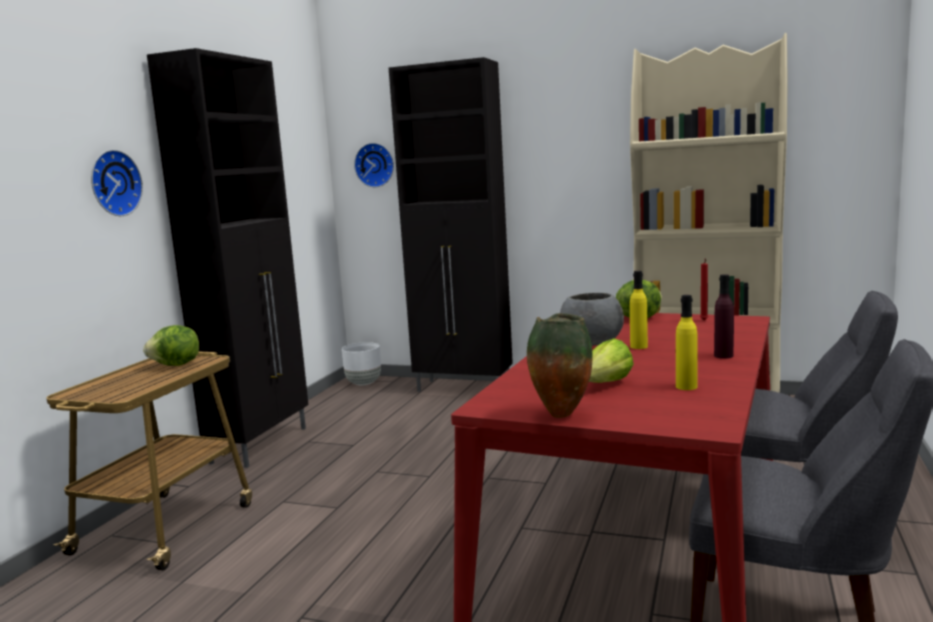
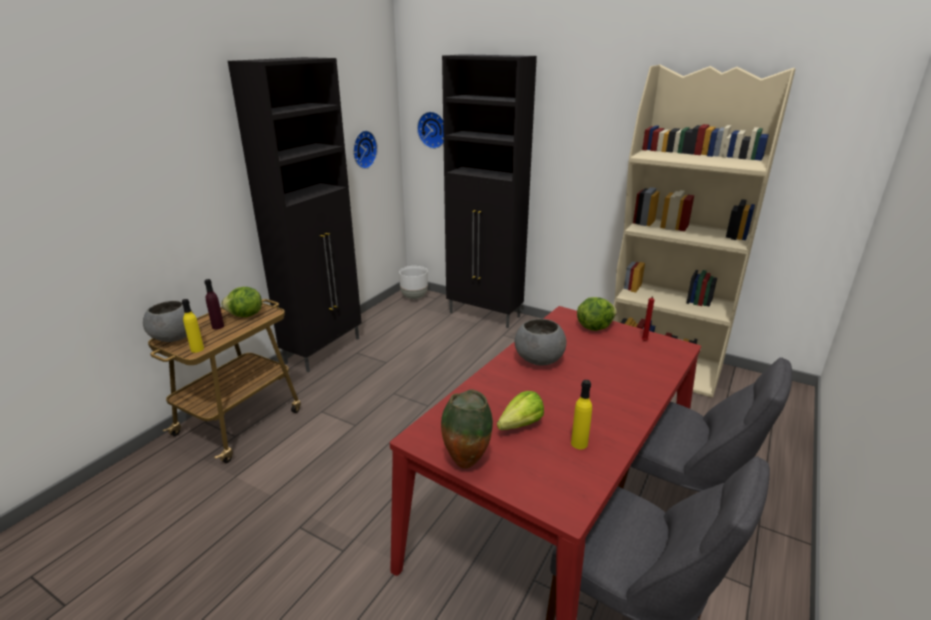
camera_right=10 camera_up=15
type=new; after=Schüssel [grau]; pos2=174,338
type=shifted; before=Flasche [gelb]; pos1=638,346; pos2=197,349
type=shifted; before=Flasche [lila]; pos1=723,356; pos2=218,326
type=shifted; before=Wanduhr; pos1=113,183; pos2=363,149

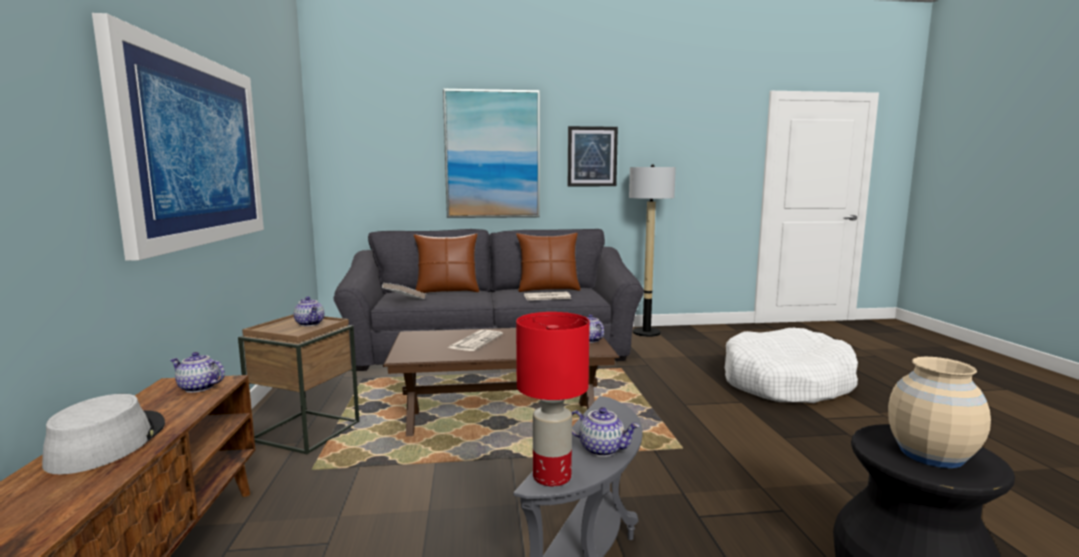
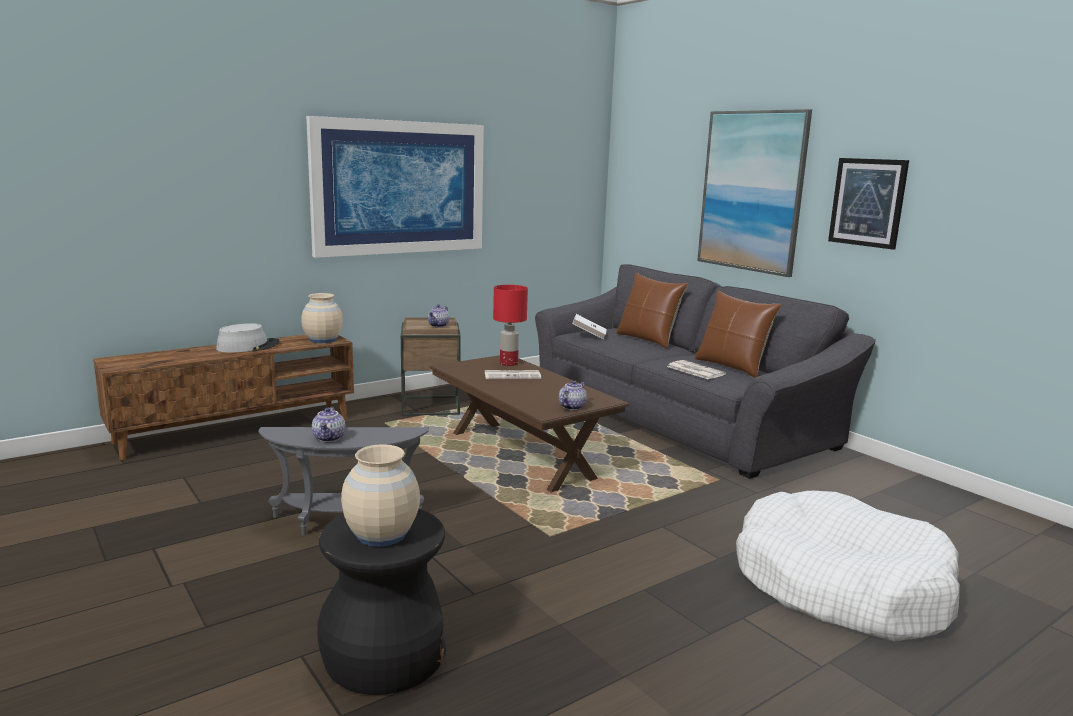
camera_right=60 camera_up=5
type=swapped; before=Teekanne; after=Vase [beige]; pos1=198,388; pos2=323,340
type=shifted; before=Tischlampe [rot]; pos1=550,477; pos2=508,363
type=gone; before=Stehlampe; pos1=646,332

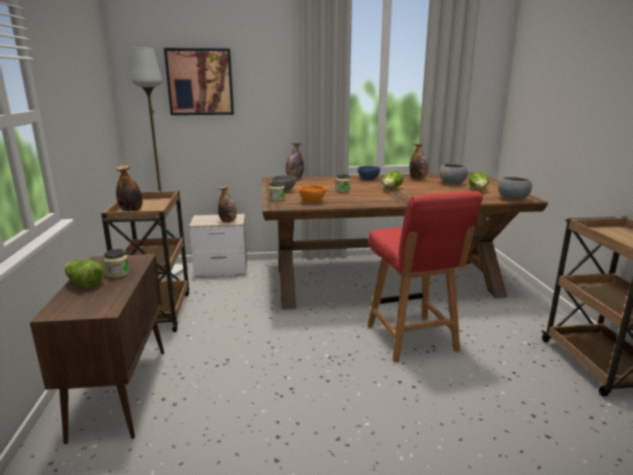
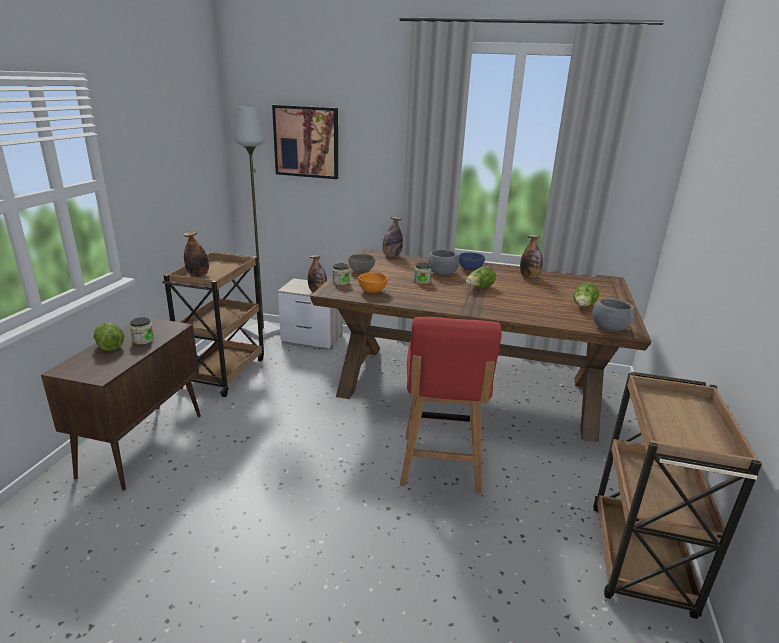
camera_right=20 camera_up=5
type=shifted; before=Schüssel [grau]; pos1=452,183; pos2=442,273

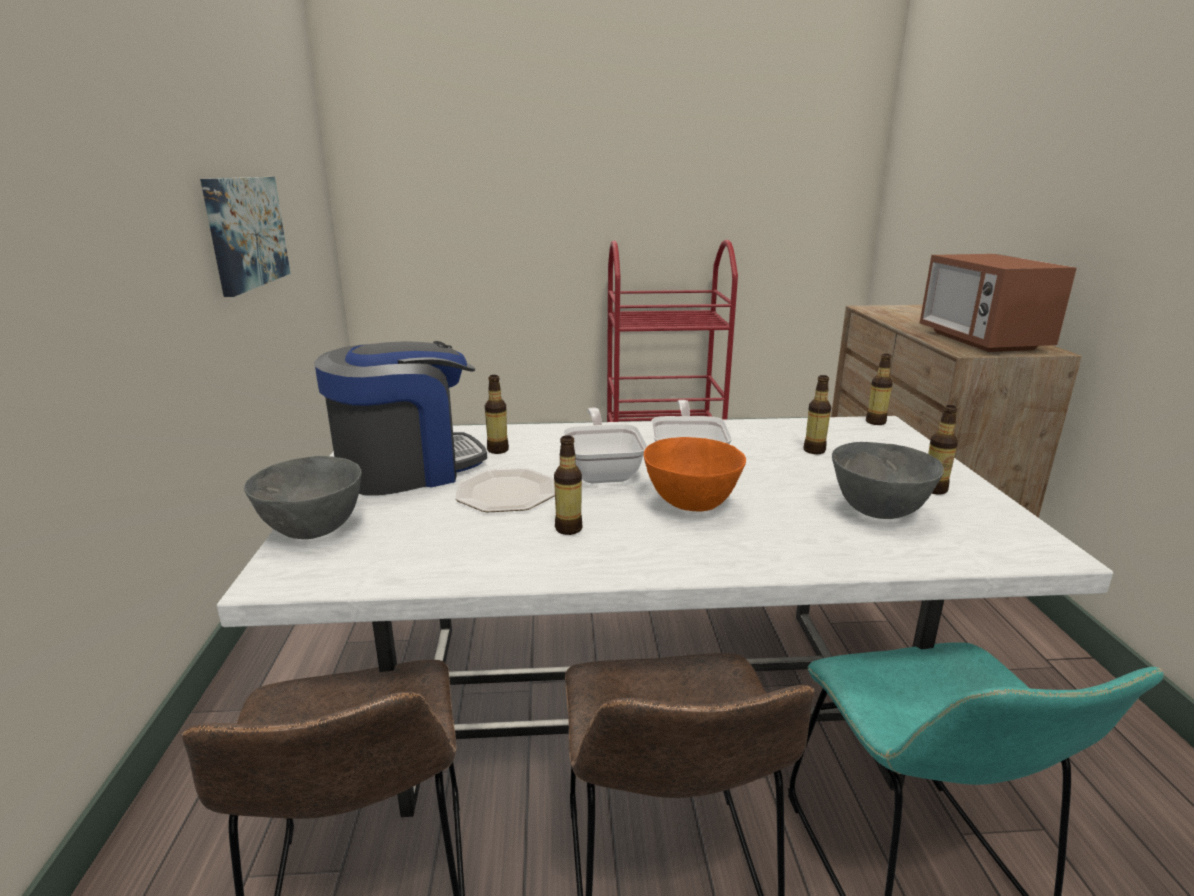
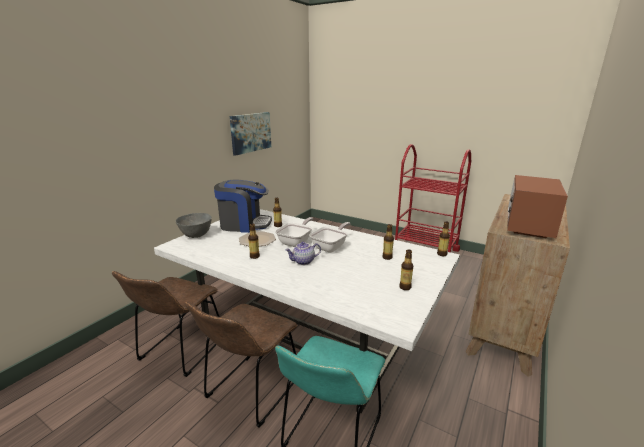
camera_right=35 camera_up=0
type=swapped; before=Schüssel [orange]; after=Teekanne; pos1=692,504; pos2=303,262
type=gone; before=Schüssel [grau]; pos1=878,512

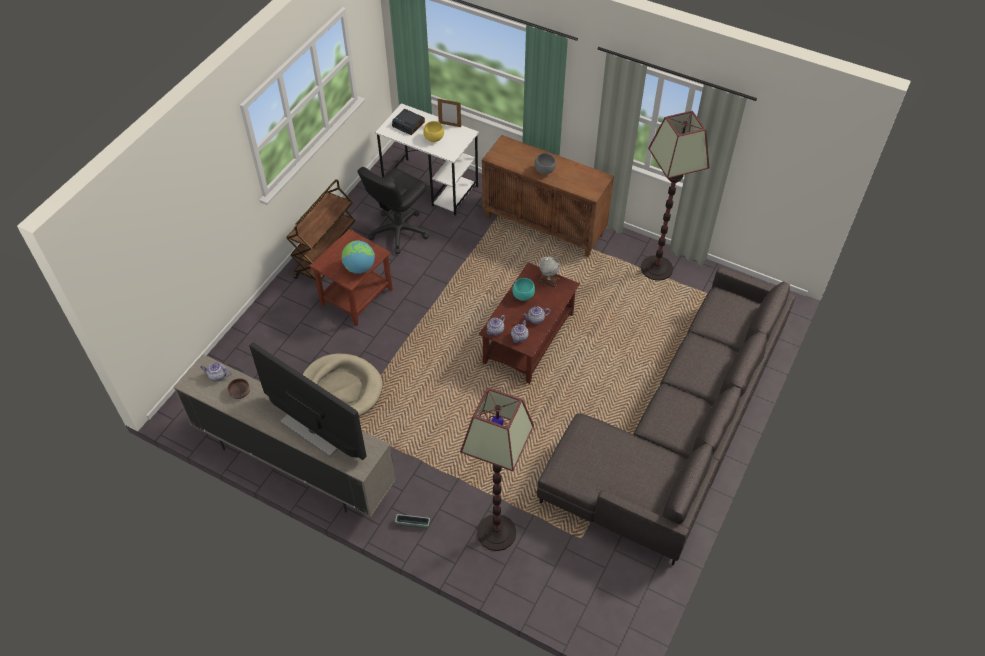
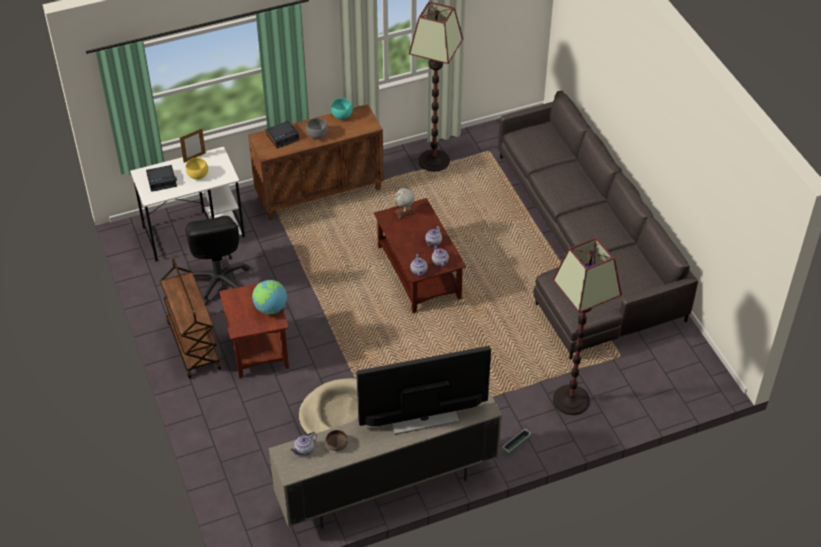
camera_right=-50 camera_up=-5
type=new; after=Wecker; pos2=282,137
type=shifted; before=Schüssel [türkis]; pos1=522,296; pos2=341,116

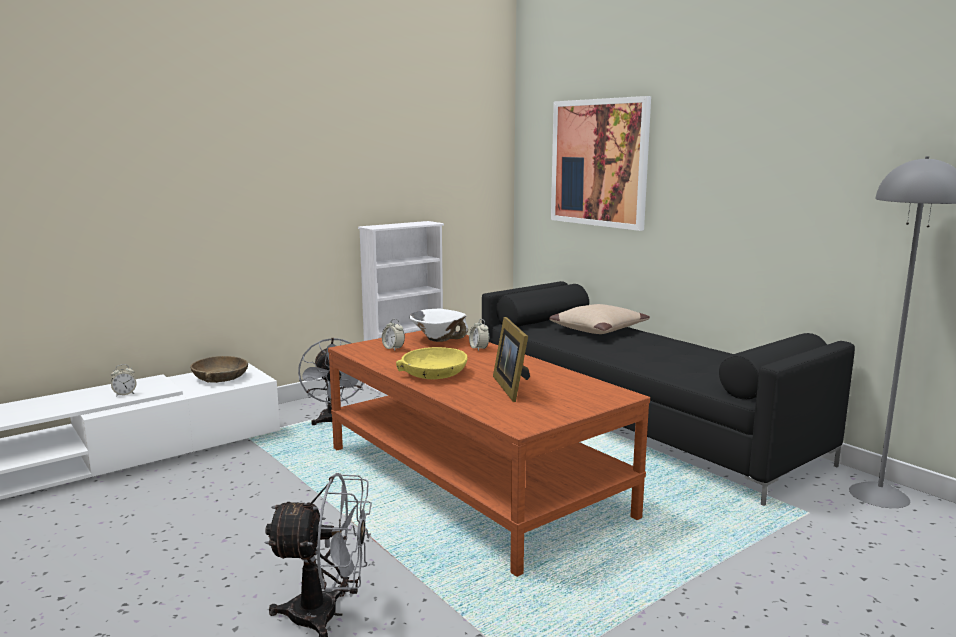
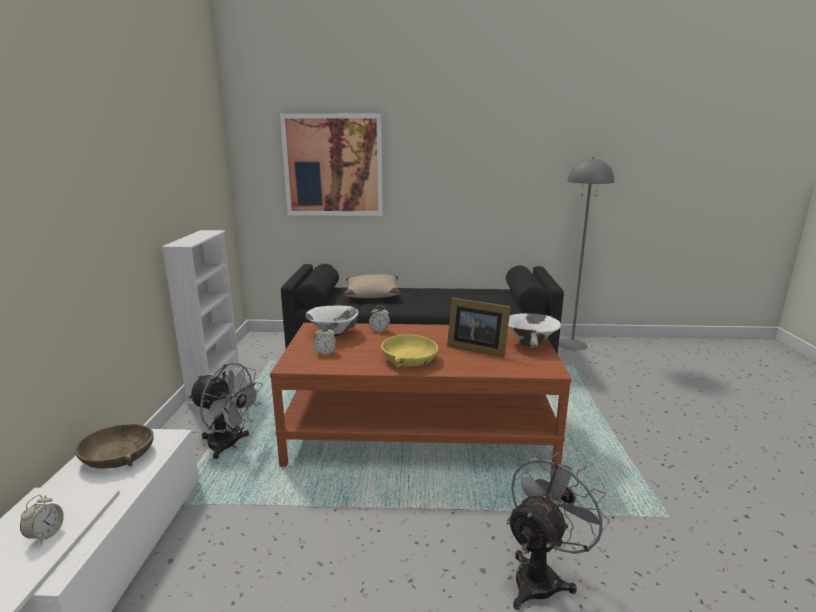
camera_right=-50 camera_up=5
type=new; after=Schüssel [weiß]; pos2=530,343

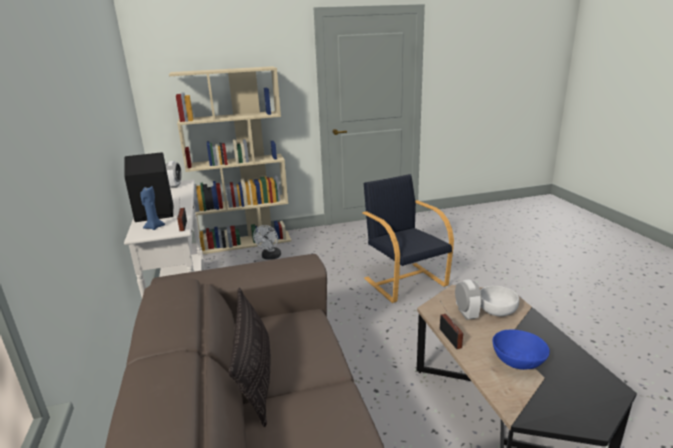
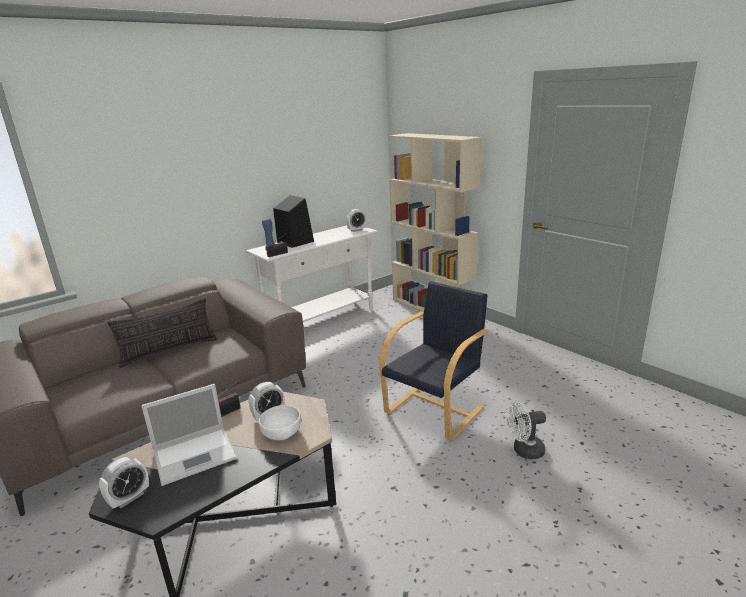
camera_right=65 camera_up=0
type=new; after=Wecker; pos2=129,498
type=swapped; before=Schüssel [blau]; after=Laptop; pos1=518,360; pos2=196,454
type=shifted; before=Ventilator [weiß]; pos1=270,257; pos2=524,451

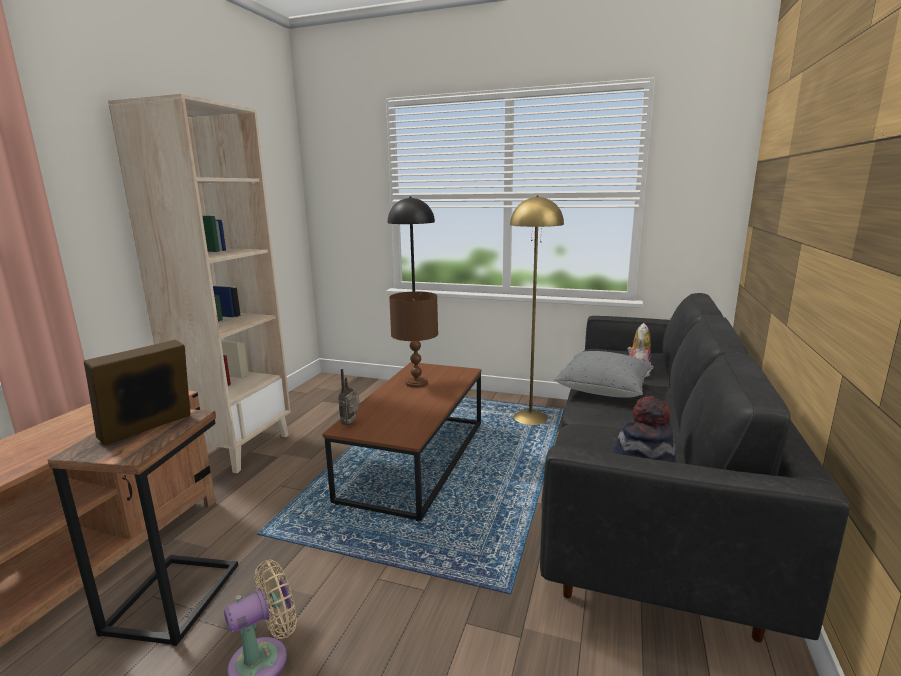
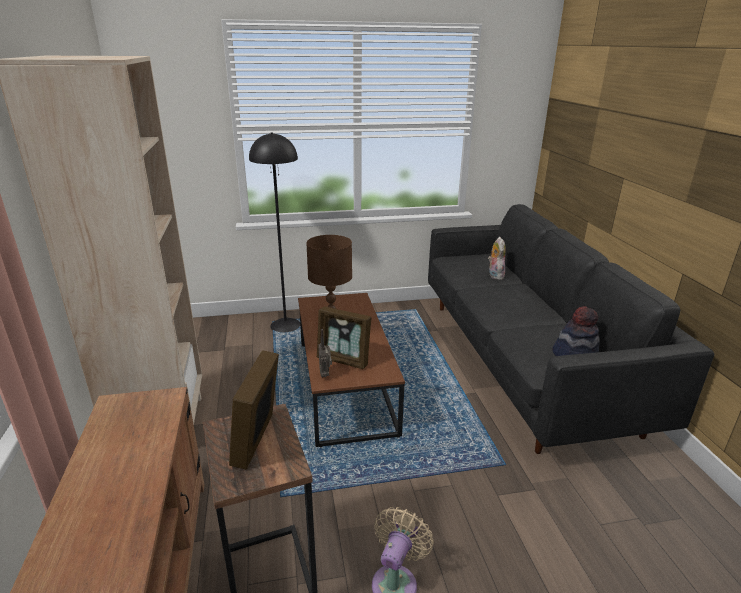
camera_right=-30 camera_up=10
type=new; after=Bilderrahmen; pos2=344,360
type=gone; before=Stehlampe [gelb]; pos1=530,417
type=gone; before=Kissen [grau]; pos1=603,390

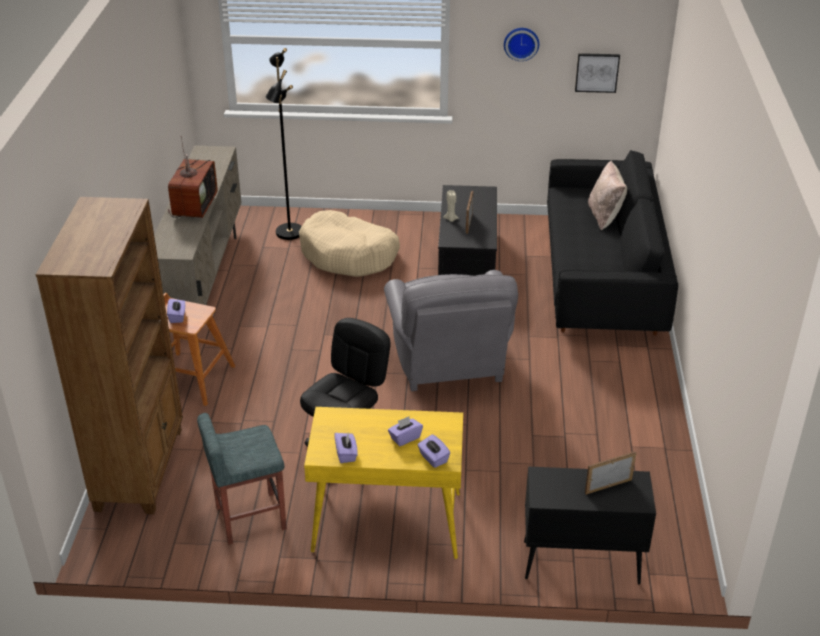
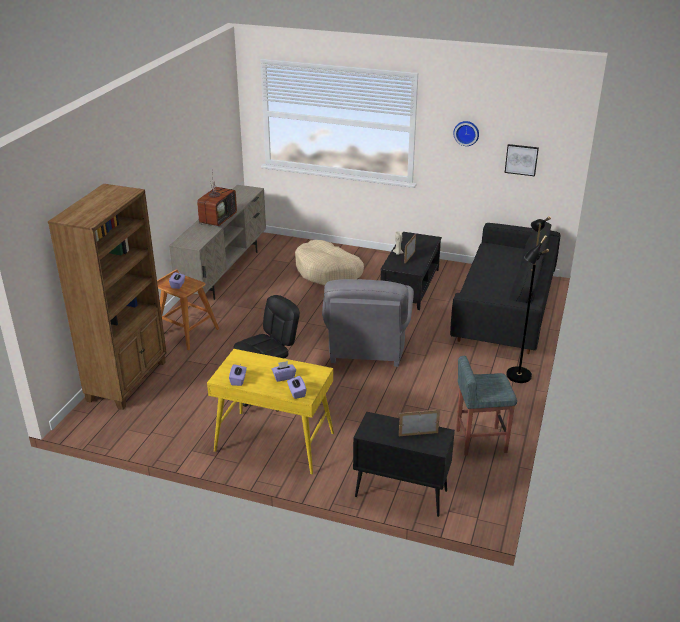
camera_right=15 camera_up=-5
type=shifted; before=Hocker [grau]; pos1=249,518; pos2=480,441
type=shifted; before=Stehlampe [schwarz]; pos1=288,232; pos2=517,375
type=gone; before=Kissen [beige]; pos1=605,216

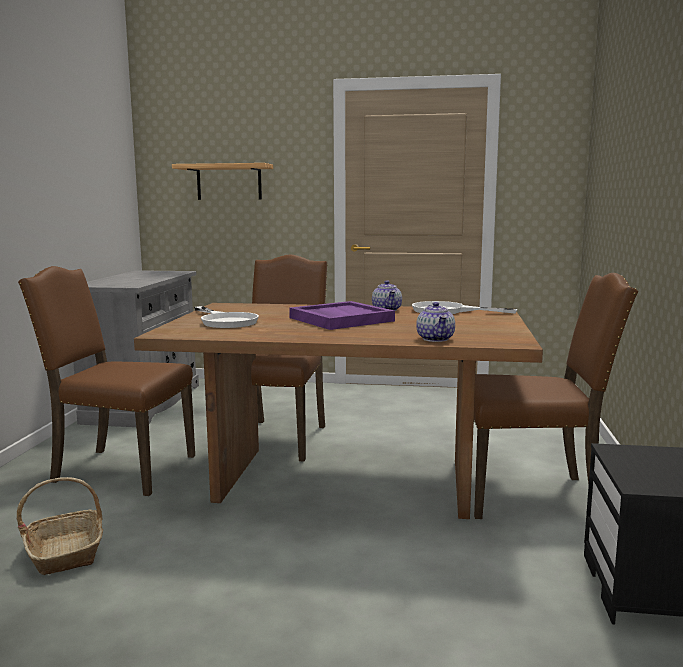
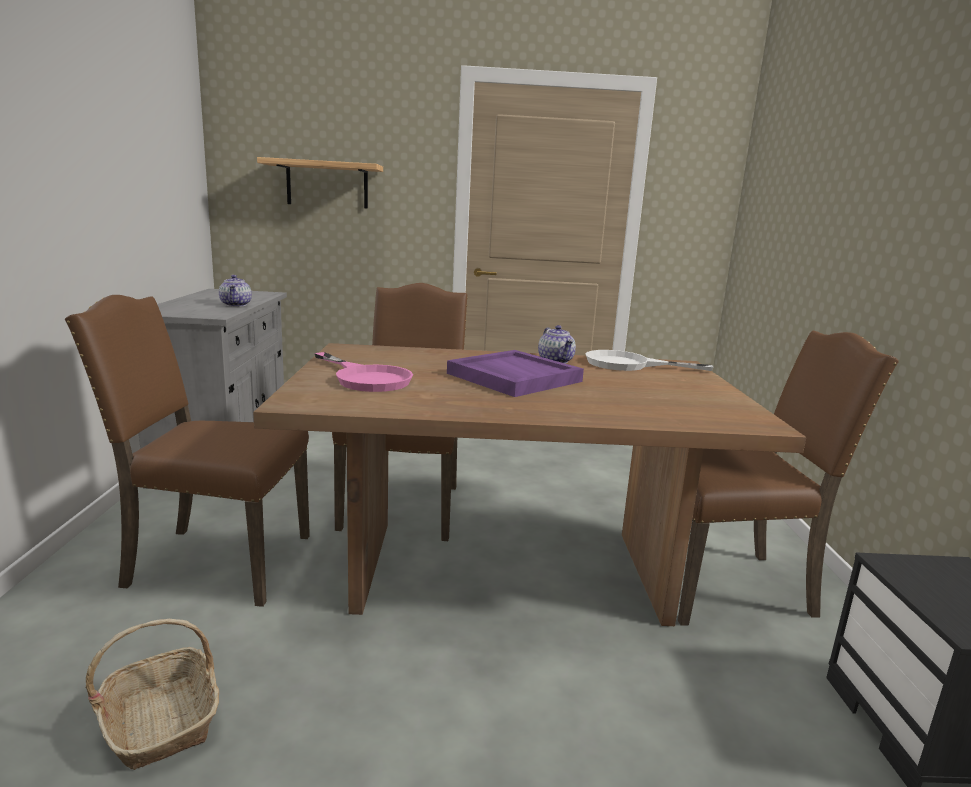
camera_right=-10 camera_up=5
type=shifted; before=Teekanne; pos1=436,339; pos2=236,305
type=repainted; before=Pfanne [weiß]; after=Pfanne [rosa]; pos1=225,321; pos2=366,378

